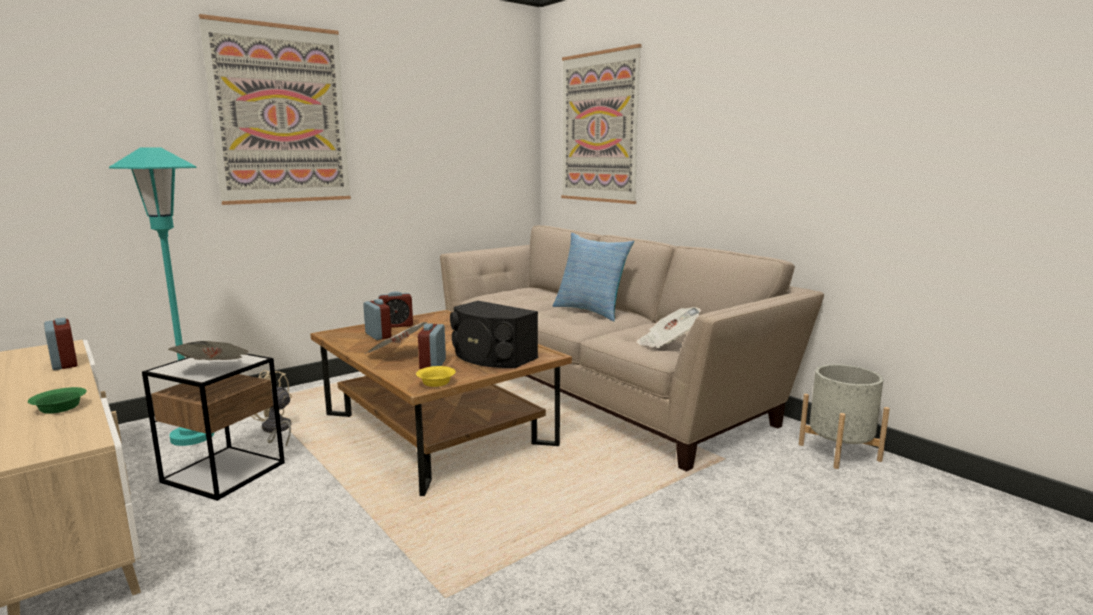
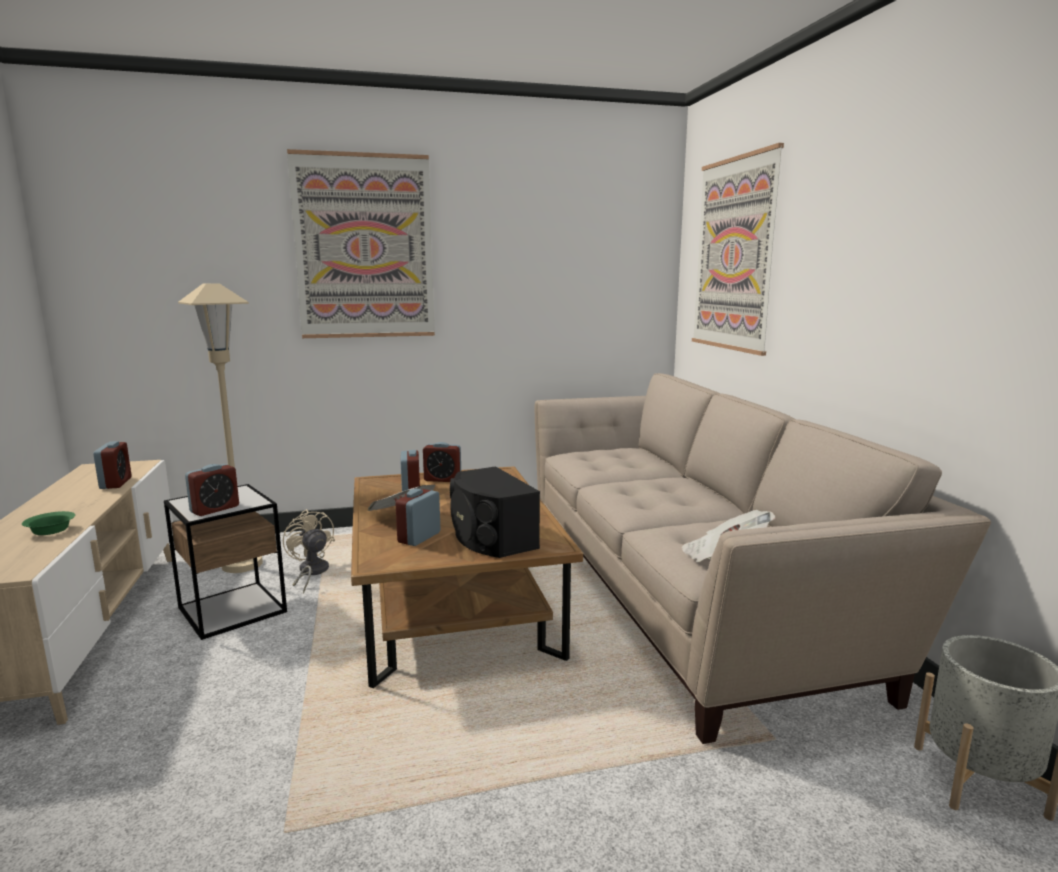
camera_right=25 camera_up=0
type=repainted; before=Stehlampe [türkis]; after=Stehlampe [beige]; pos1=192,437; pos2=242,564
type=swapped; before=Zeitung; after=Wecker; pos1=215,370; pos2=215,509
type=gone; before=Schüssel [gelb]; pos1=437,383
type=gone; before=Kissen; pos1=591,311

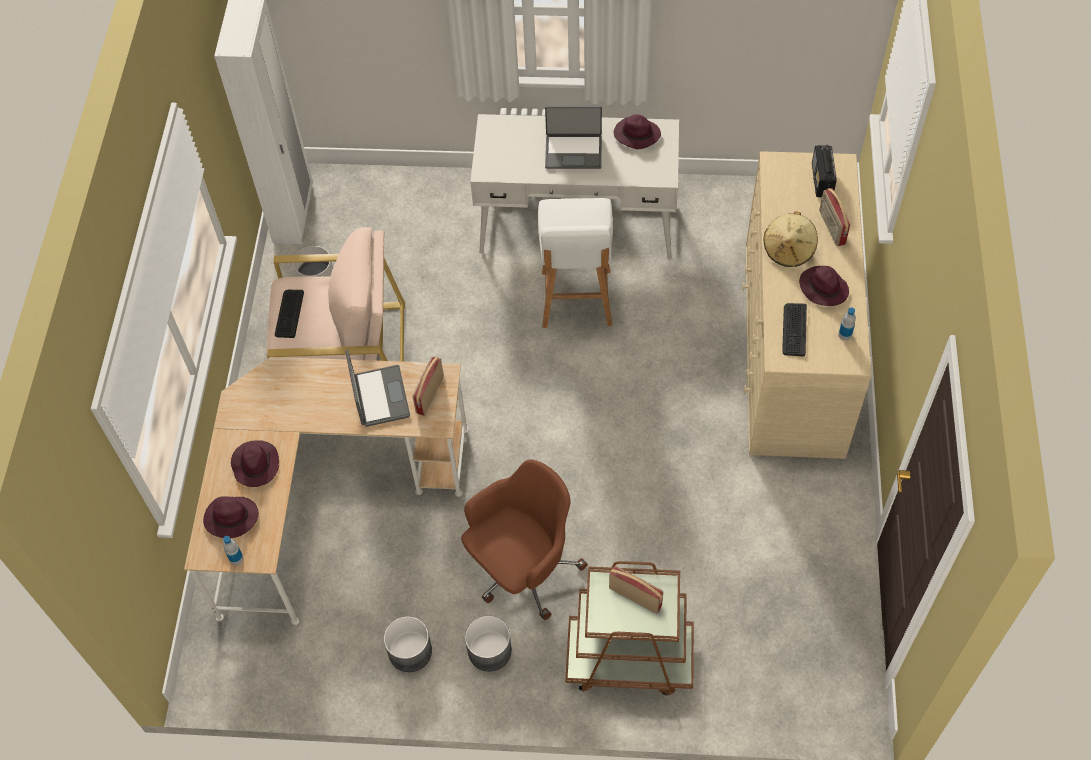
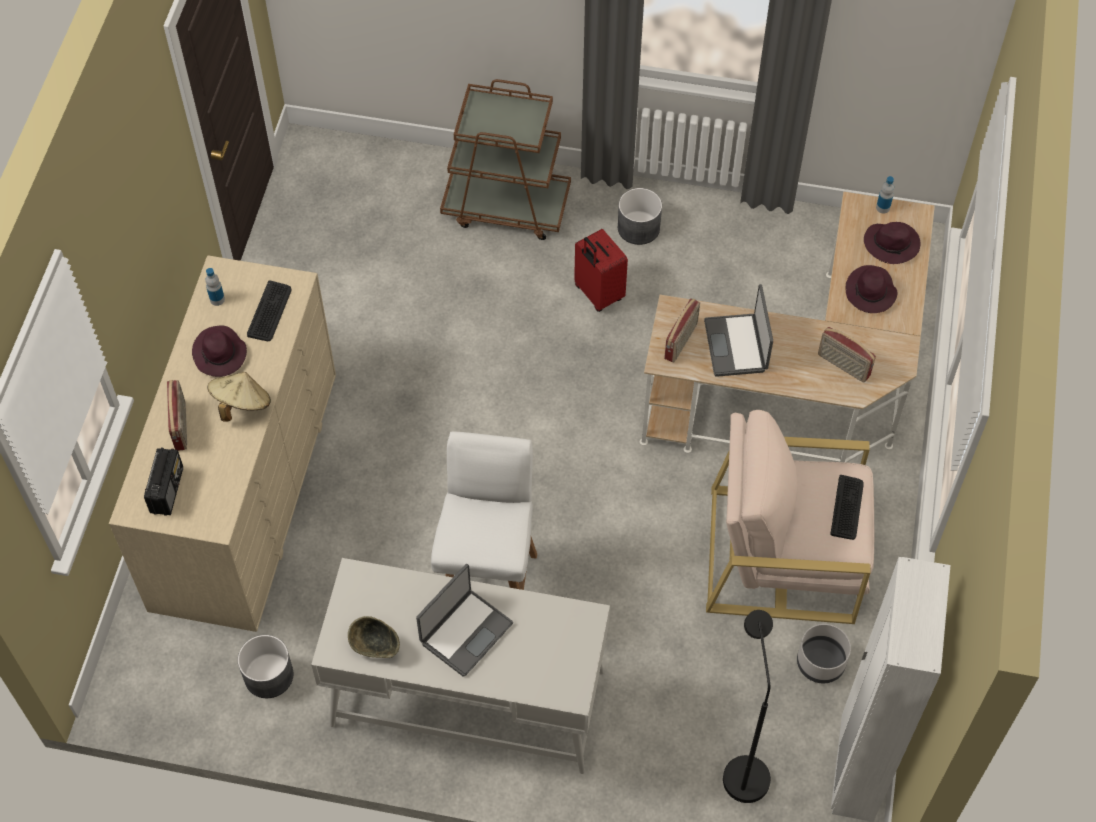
camera_right=-175 camera_up=0
type=shifted; before=Pflanzkübel [grau]; pos1=410,651; pos2=269,675
type=swapped; before=Hut [lila]; after=Schüssel; pos1=636,135; pos2=375,646
type=rotated; before=Laptop; pos1=573,151; pos2=465,632; turn=120
type=swapped; before=Bürostuhl [braun]; after=Koffer [rot]; pos1=522,569; pos2=597,294
type=new; after=Stehlampe [schwarz]; pos2=742,767
type=shifted; before=Radio; pos1=635,596; pos2=843,366

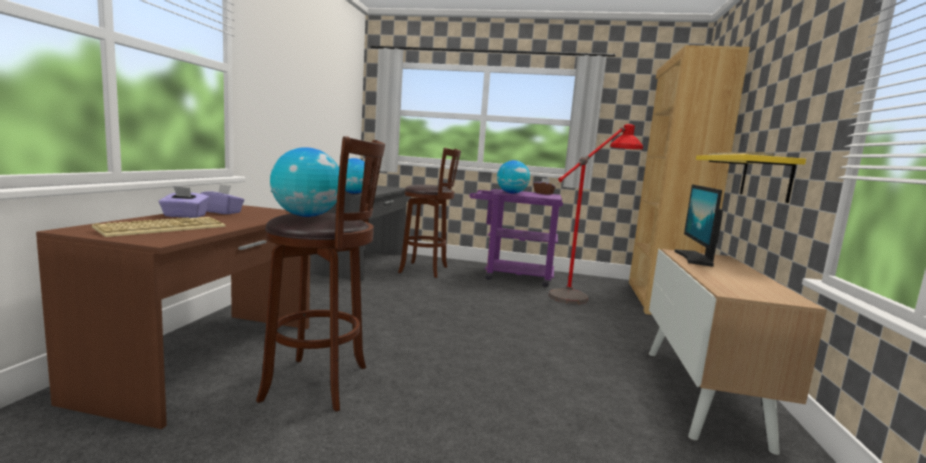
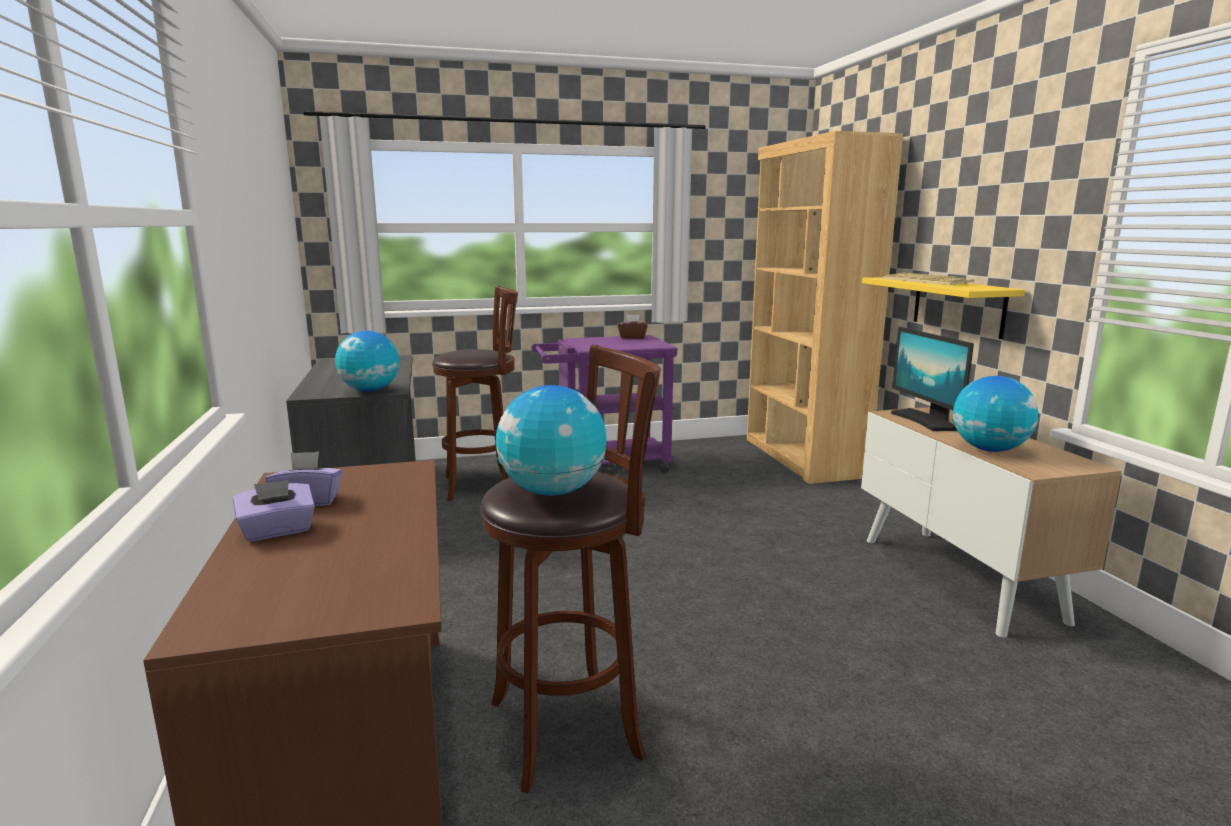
camera_right=-25 camera_up=5
type=shifted; before=Globus; pos1=511,193; pos2=989,449
type=gone; before=Tastatur; pos1=163,228
type=gone; before=Stehlampe [rot]; pos1=585,293

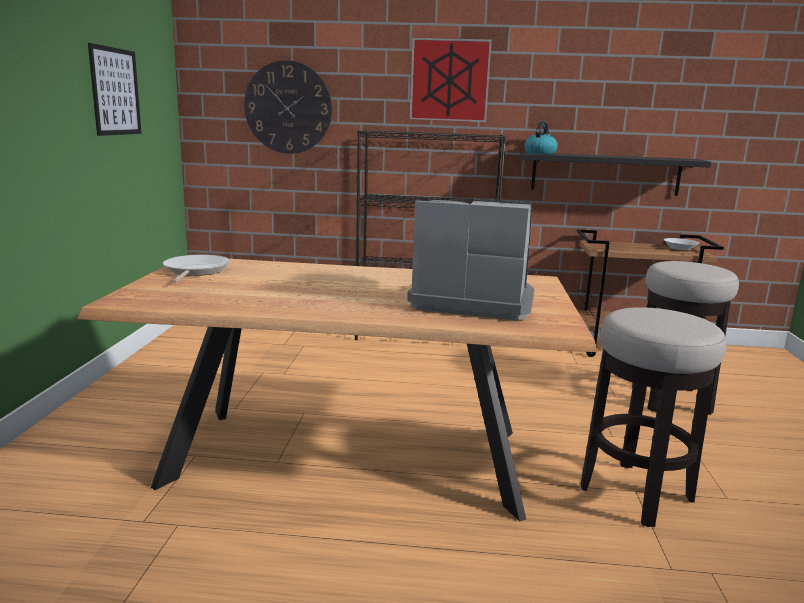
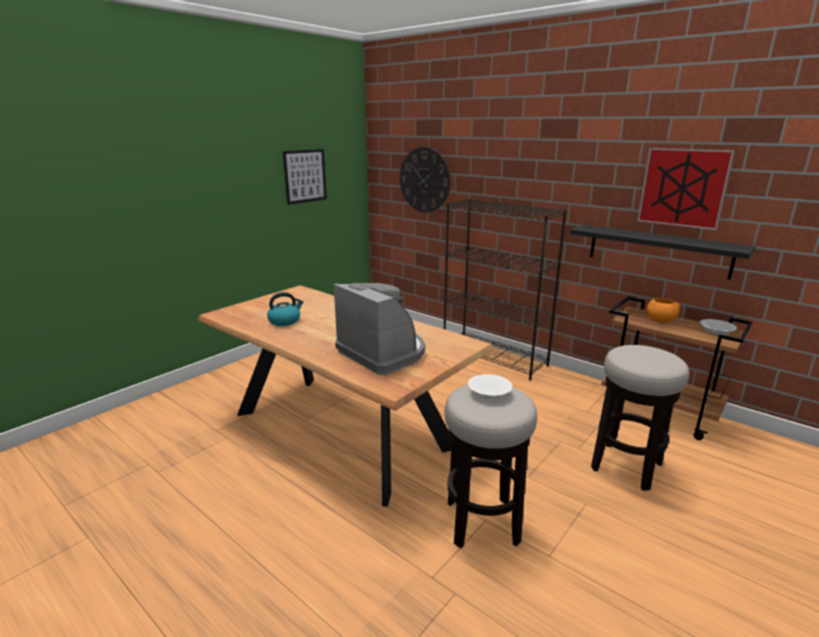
camera_right=35 camera_up=5
type=shifted; before=Wasserkessel; pos1=540,153; pos2=285,321
type=new; after=Schüssel [weiß]; pos2=489,393
type=shifted; before=Bild; pos1=449,80; pos2=683,188
type=new; after=Schüssel [orange]; pos2=660,320
type=gone; before=Pfanne; pos1=195,271

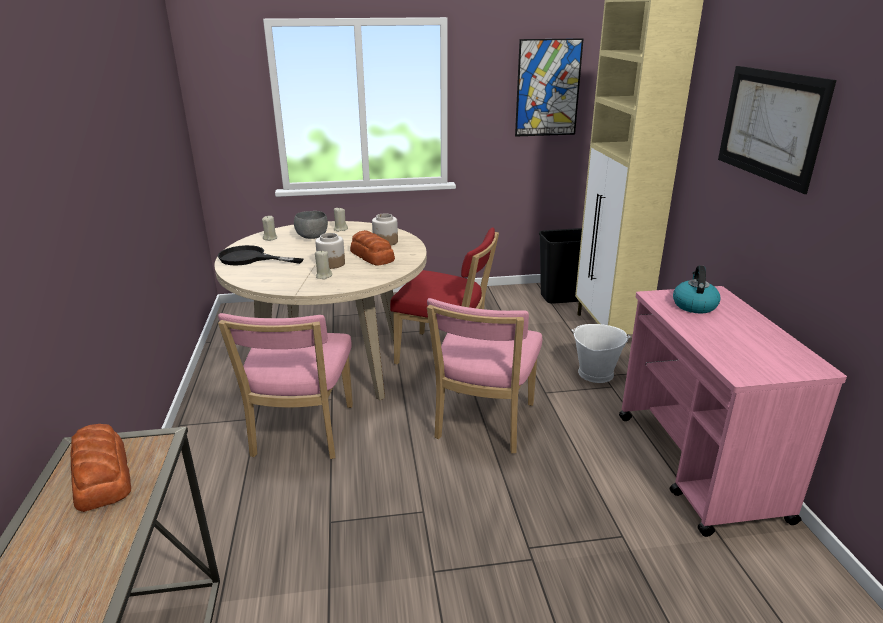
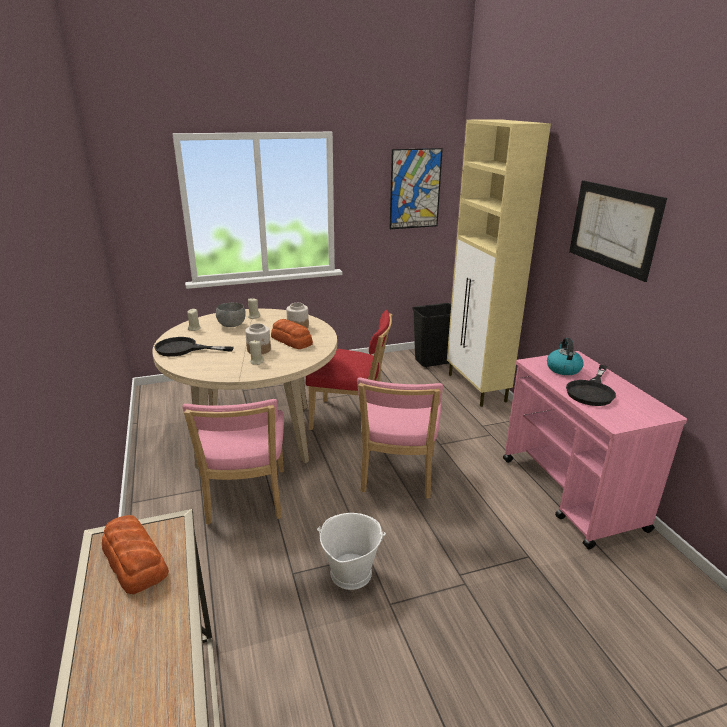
camera_right=-10 camera_up=0
type=shifted; before=Eimer [weiß]; pos1=595,373; pos2=350,572
type=new; after=Pfanne [schwarz]; pos2=591,391

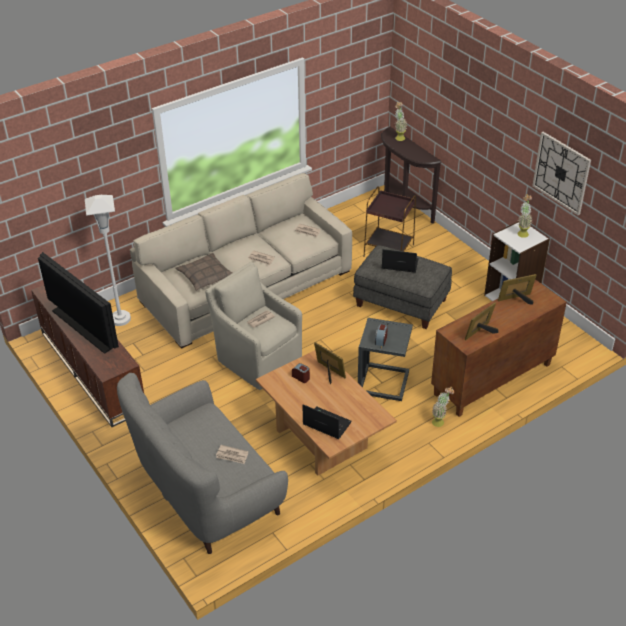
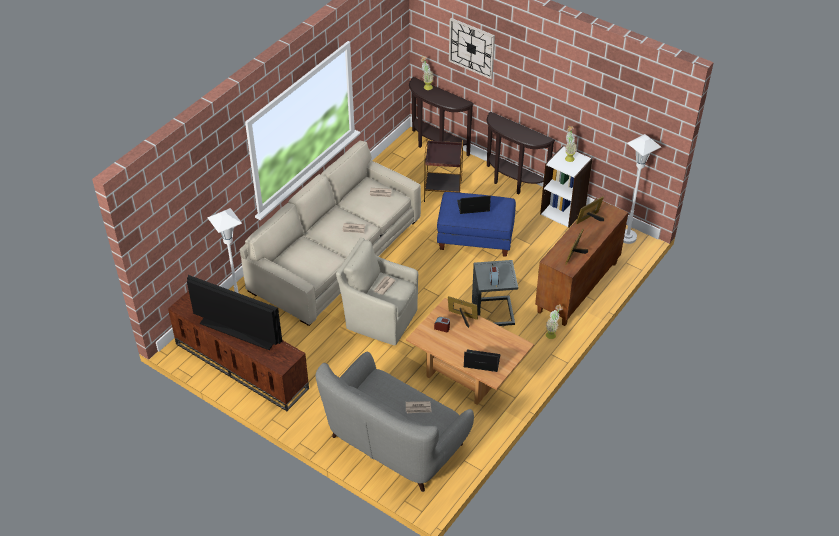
camera_right=-20 camera_up=5
type=repainted; before=Polsterhocker [grau]; after=Polsterhocker [blau]; pos1=400,303; pos2=475,238
type=shifted; before=Wanduhr; pos1=561,173; pos2=471,48
type=new; after=Konsolentisch [braun]; pos2=512,183
type=new; after=Stehlampe [weiß]; pos2=627,237
type=gone; before=Kissen; pos1=205,276

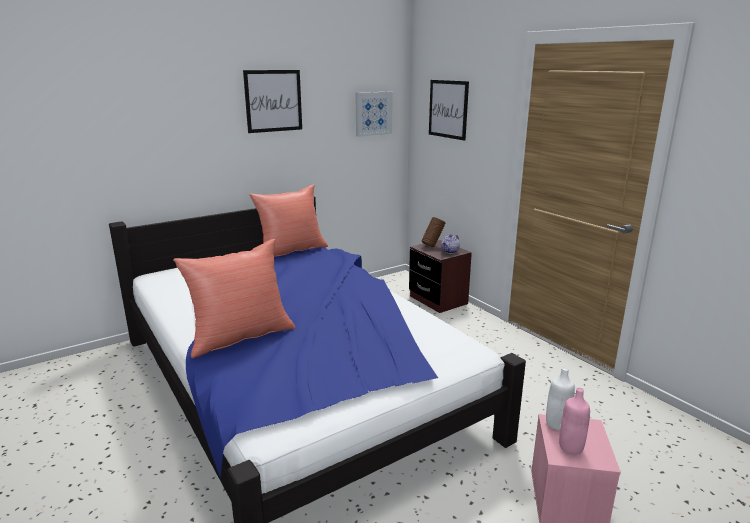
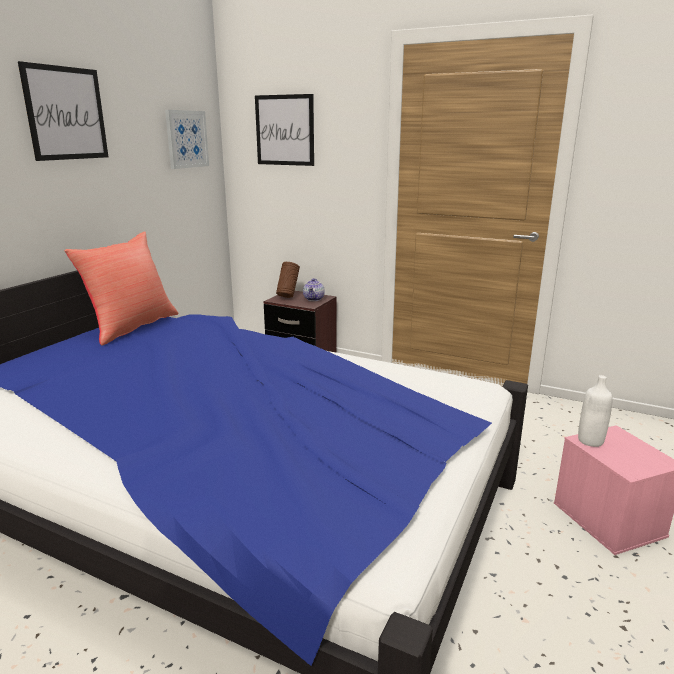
camera_right=-30 camera_up=0
type=gone; before=Kissen [rot]; pos1=240,336
type=gone; before=Flasche [rosa]; pos1=571,447

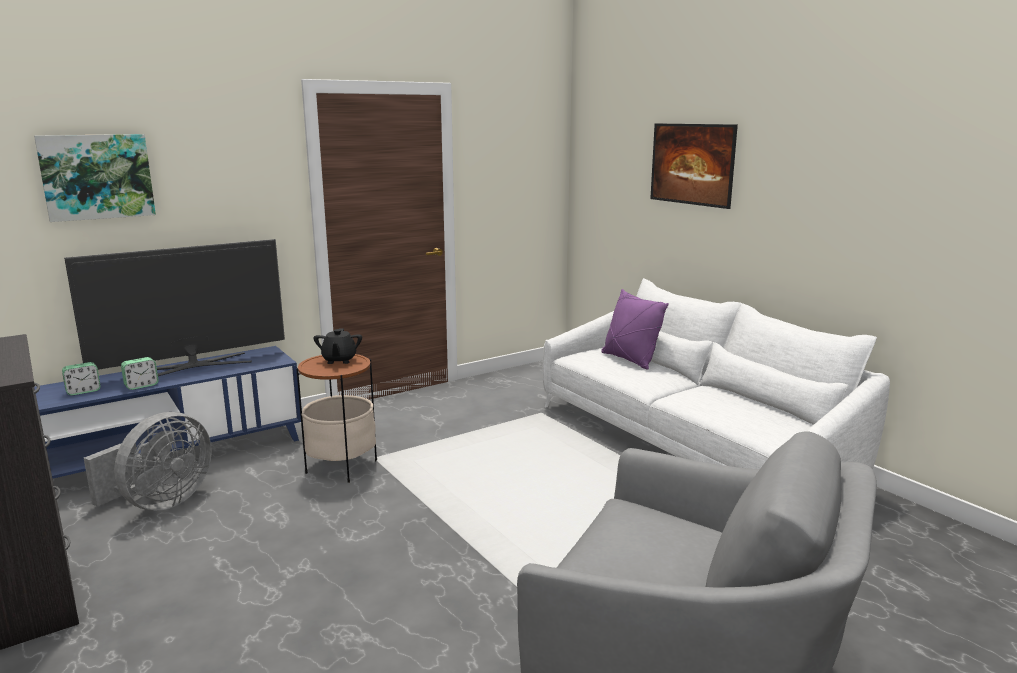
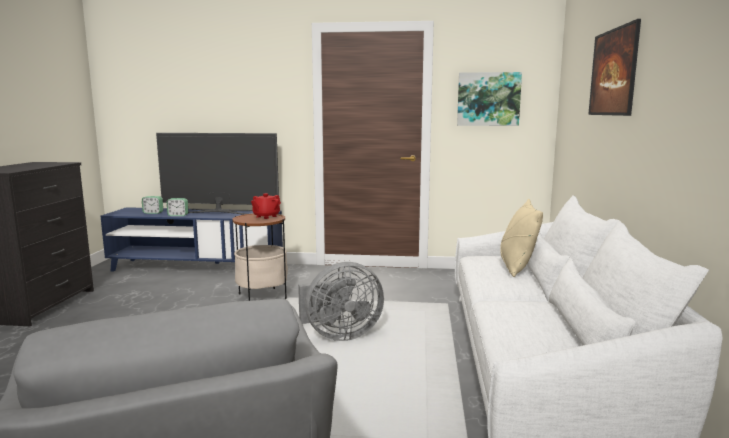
camera_right=40 camera_up=-5
type=repainted; before=Teekanne [schwarz]; after=Teekanne [rot]; pos1=339,360; pos2=266,216
type=shifted; before=Ventilator [grau]; pos1=160,503; pos2=339,335
type=shifted; before=Bild; pos1=97,176; pos2=488,99
type=repainted; before=Kissen [lila]; after=Kissen [beige]; pos1=630,360; pos2=516,268

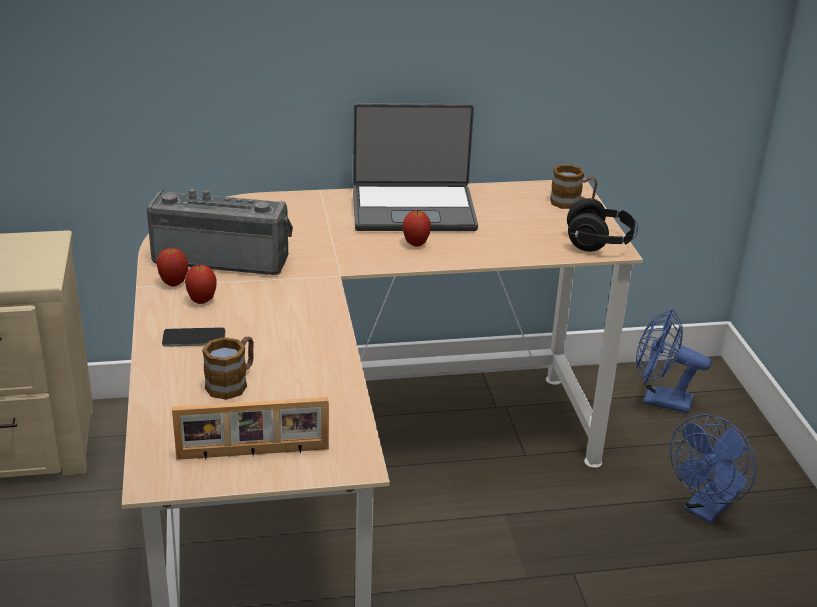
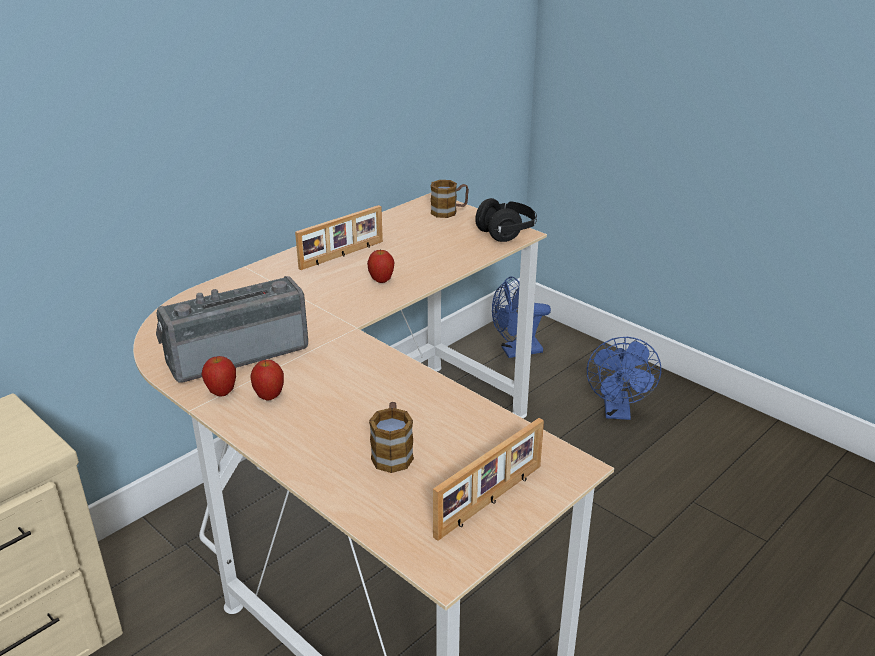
camera_right=-35 camera_up=0
type=swapped; before=Laptop; after=Bilderrahmen; pos1=413,209; pos2=342,255
type=gone; before=Handy; pos1=194,338

